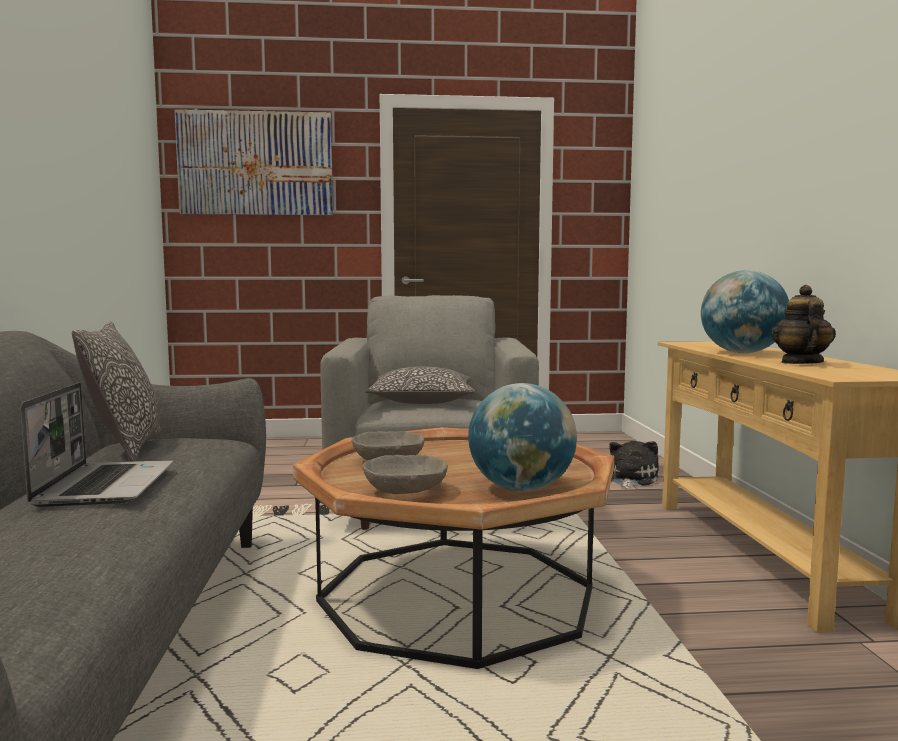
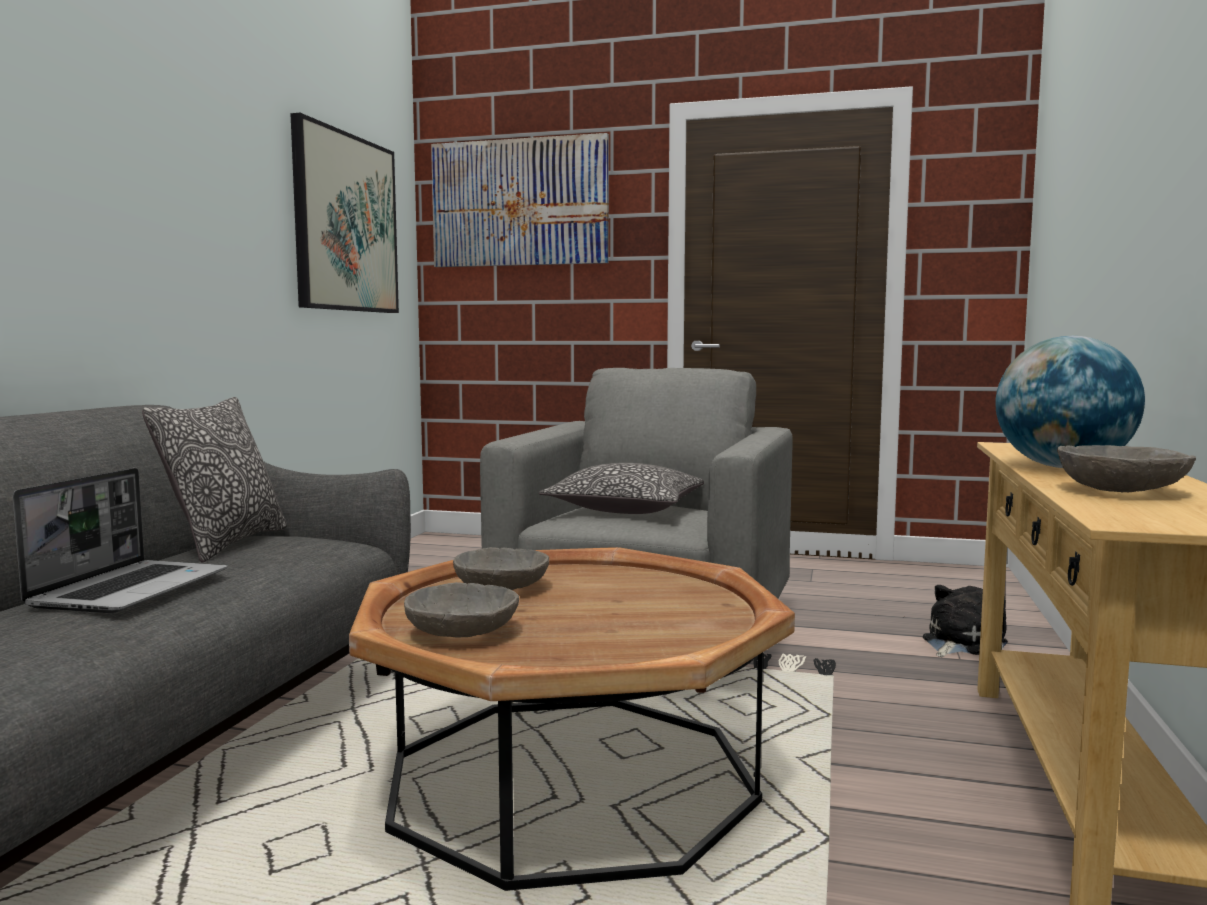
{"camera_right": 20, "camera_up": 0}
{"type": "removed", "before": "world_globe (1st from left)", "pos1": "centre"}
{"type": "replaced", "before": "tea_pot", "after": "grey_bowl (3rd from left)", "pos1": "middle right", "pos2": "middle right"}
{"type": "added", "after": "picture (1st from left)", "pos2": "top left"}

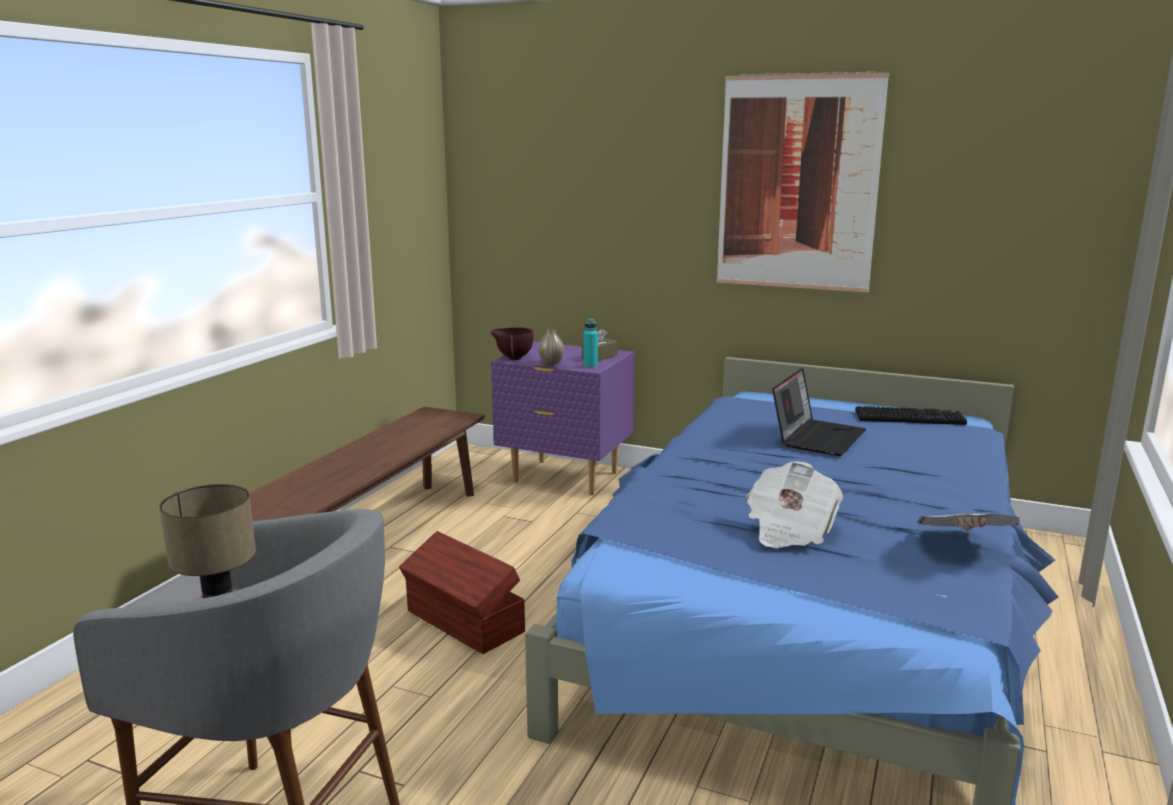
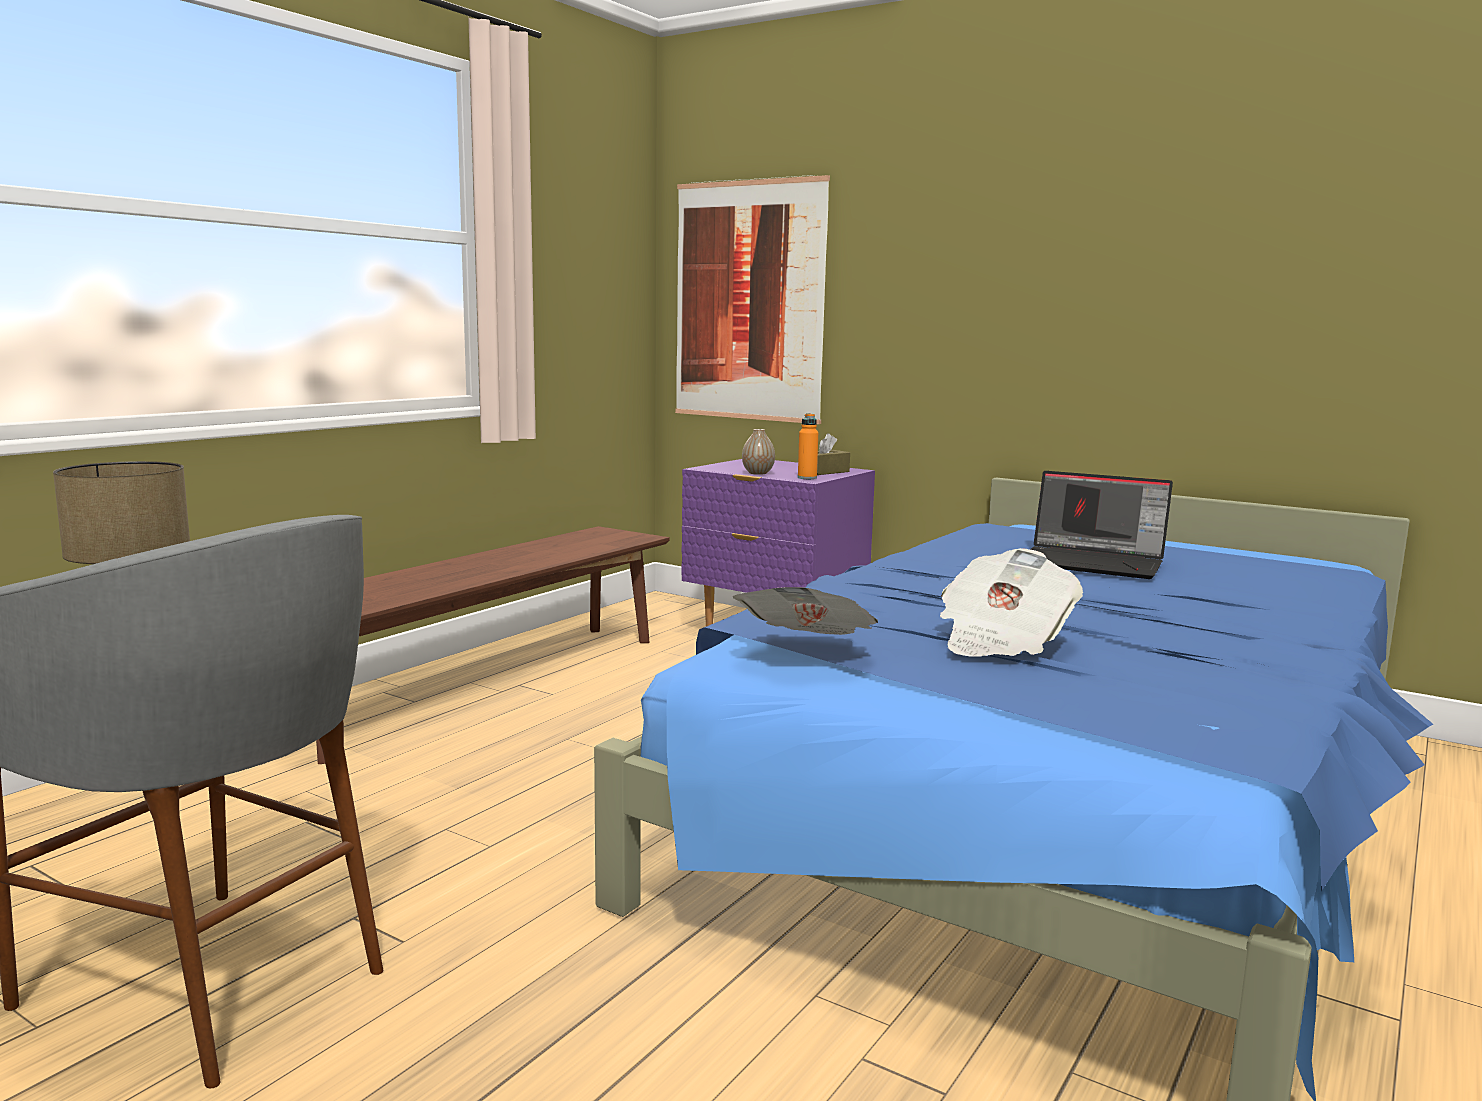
{"camera_right": 10, "camera_up": -5}
{"type": "removed", "before": "brownish_storage_box", "pos1": "bottom centre"}
{"type": "removed", "before": "brownish_bowl", "pos1": "centre"}
{"type": "recoloured", "before": "turquoise-coloured_drink_bottle", "after": "orangey_drink_bottle", "pos1": "centre", "pos2": "centre"}
{"type": "moved", "before": "picture", "pos1": "top right", "pos2": "top centre"}
{"type": "turned", "before": "notebook_computer", "pos1": "middle right", "pos2": "middle right", "turn": 75}
{"type": "removed", "before": "keyboard", "pos1": "middle right"}
{"type": "moved", "before": "printed_paper (2nd from left in the first image)", "after": "printed_paper (1st from left)", "pos1": "middle right", "pos2": "centre"}

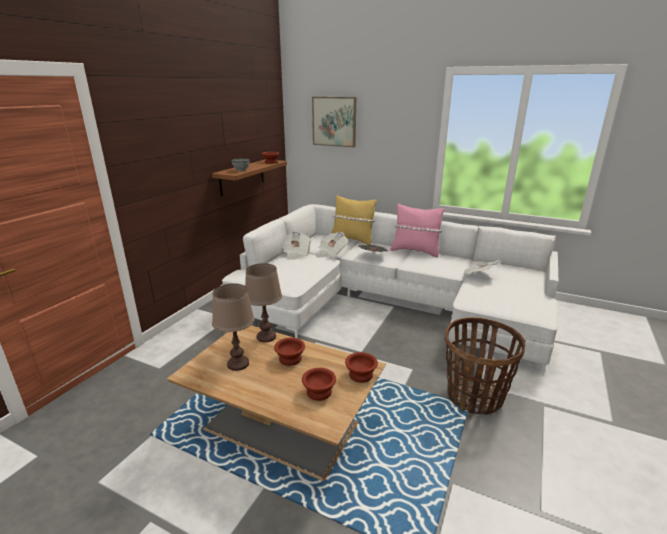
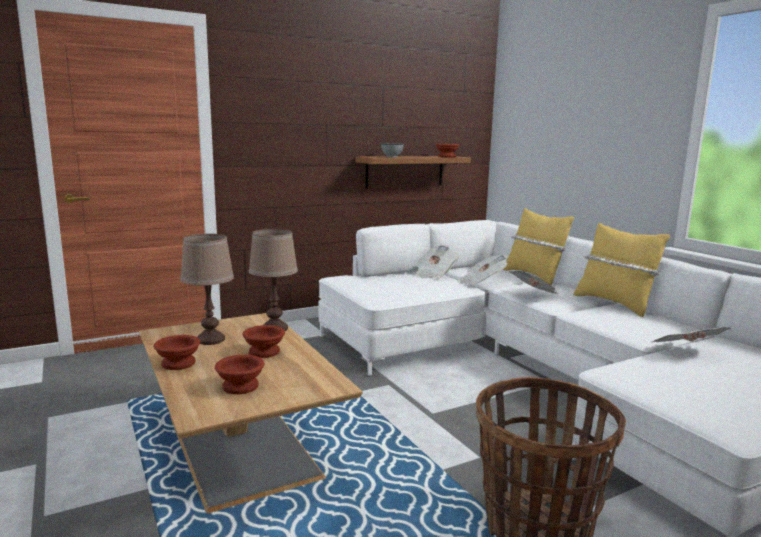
{"camera_right": 35, "camera_up": -10}
{"type": "removed", "before": "picture", "pos1": "top centre"}
{"type": "moved", "before": "brownish_bowl (4th from left in the first image)", "after": "brownish_bowl (1st from left)", "pos1": "bottom centre", "pos2": "middle left"}
{"type": "recoloured", "before": "pink_pillow", "after": "yellowish_pillow (2nd from left)", "pos1": "centre", "pos2": "middle right"}

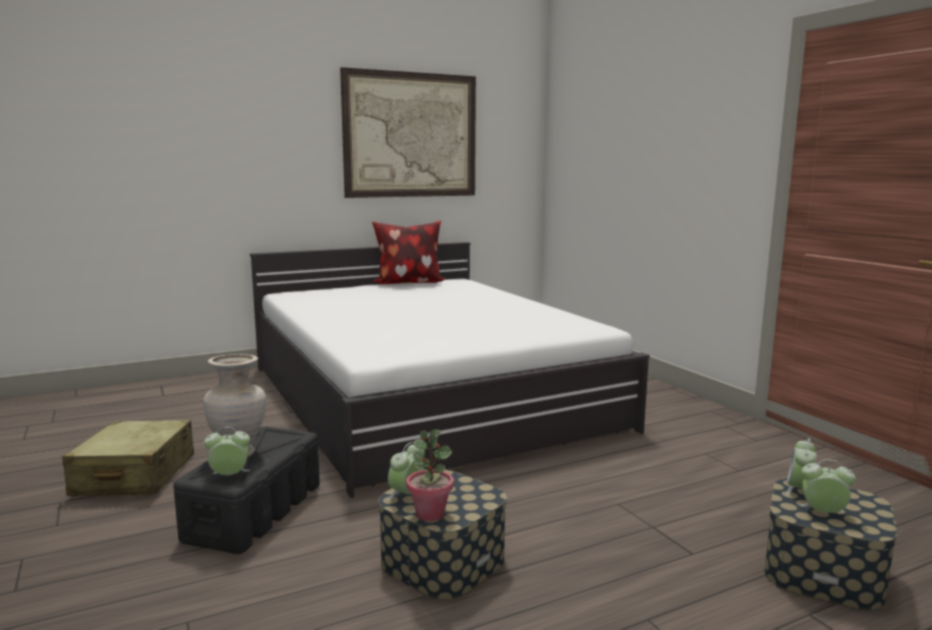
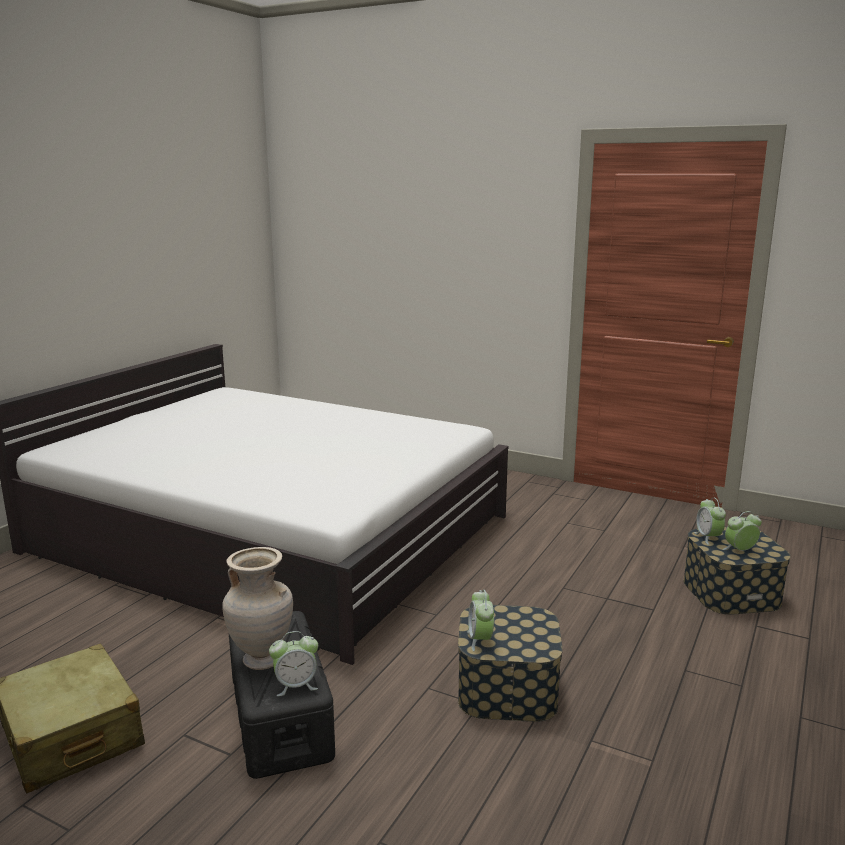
{"camera_right": -35, "camera_up": 5}
{"type": "turned", "before": "table_clock (1st from left)", "pos1": "bottom left", "pos2": "bottom centre", "turn": -150}
{"type": "removed", "before": "picture", "pos1": "top centre"}
{"type": "removed", "before": "pillow", "pos1": "centre"}
{"type": "removed", "before": "houseplant", "pos1": "bottom centre"}

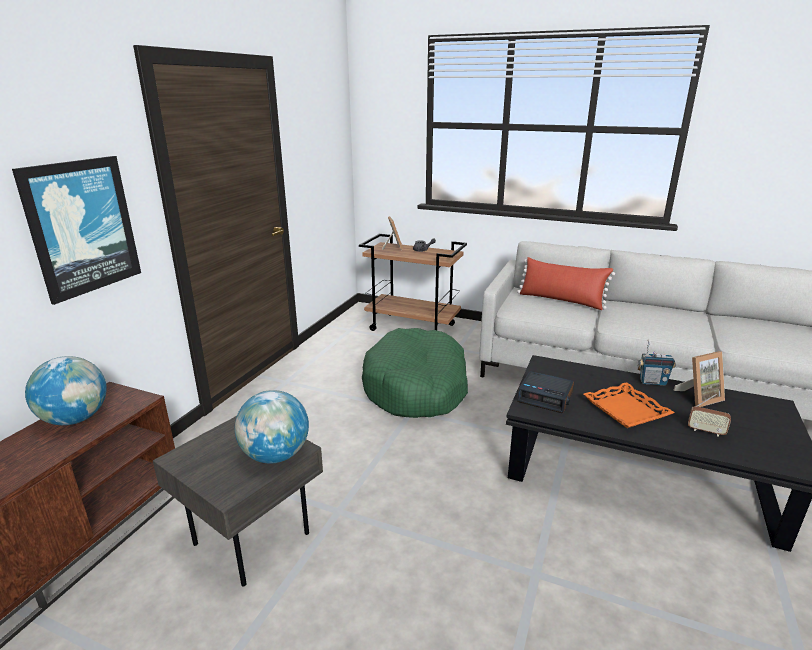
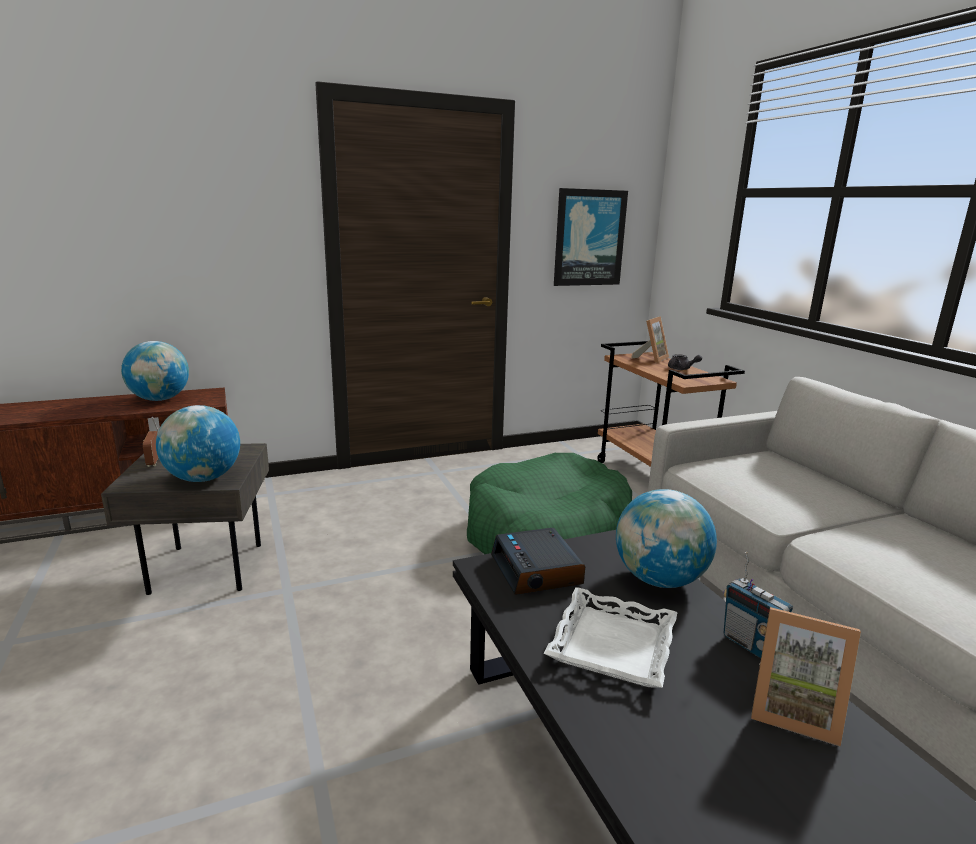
{"camera_right": 45, "camera_up": -5}
{"type": "moved", "before": "picture", "pos1": "middle left", "pos2": "top centre"}
{"type": "removed", "before": "red-coloured_pillow", "pos1": "middle right"}
{"type": "recoloured", "before": "orangey_tray", "after": "whitish_tray", "pos1": "middle right", "pos2": "bottom centre"}
{"type": "moved", "before": "radio_receiver (2nd from left in the first image)", "after": "radio_receiver (1st from left)", "pos1": "middle right", "pos2": "middle left"}
{"type": "added", "after": "world_globe (3rd from left)", "pos2": "middle right"}

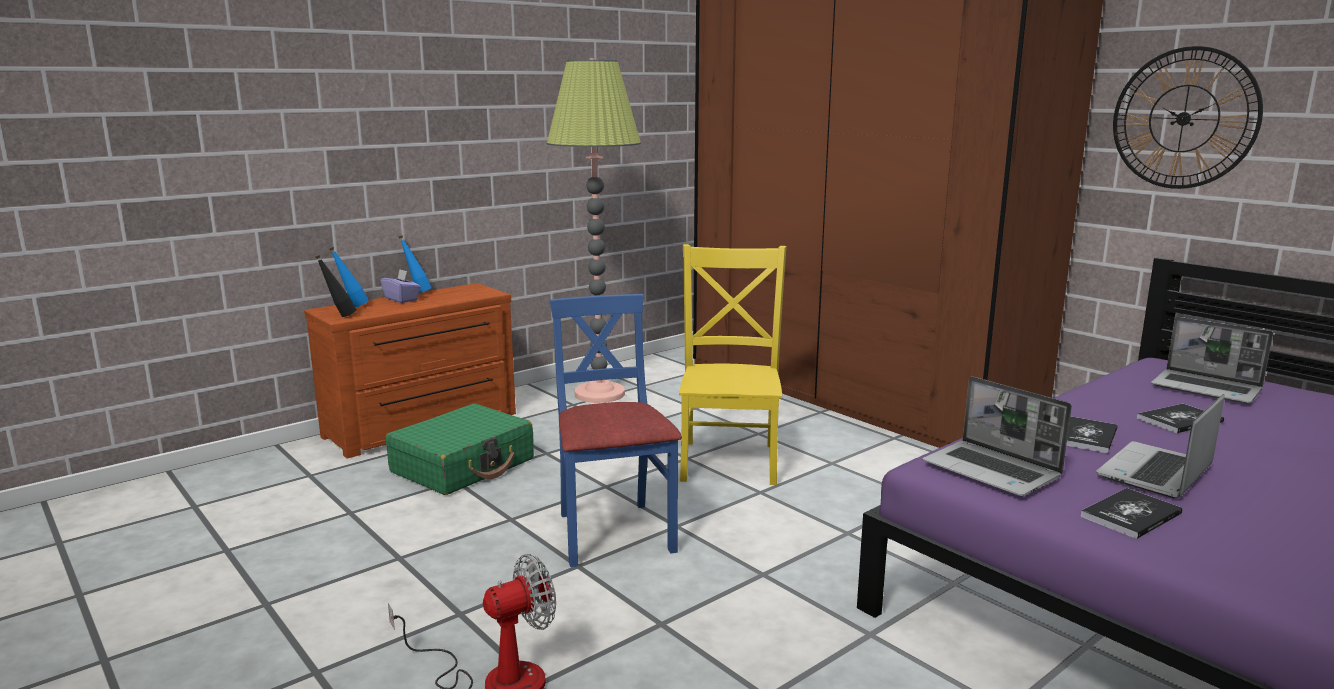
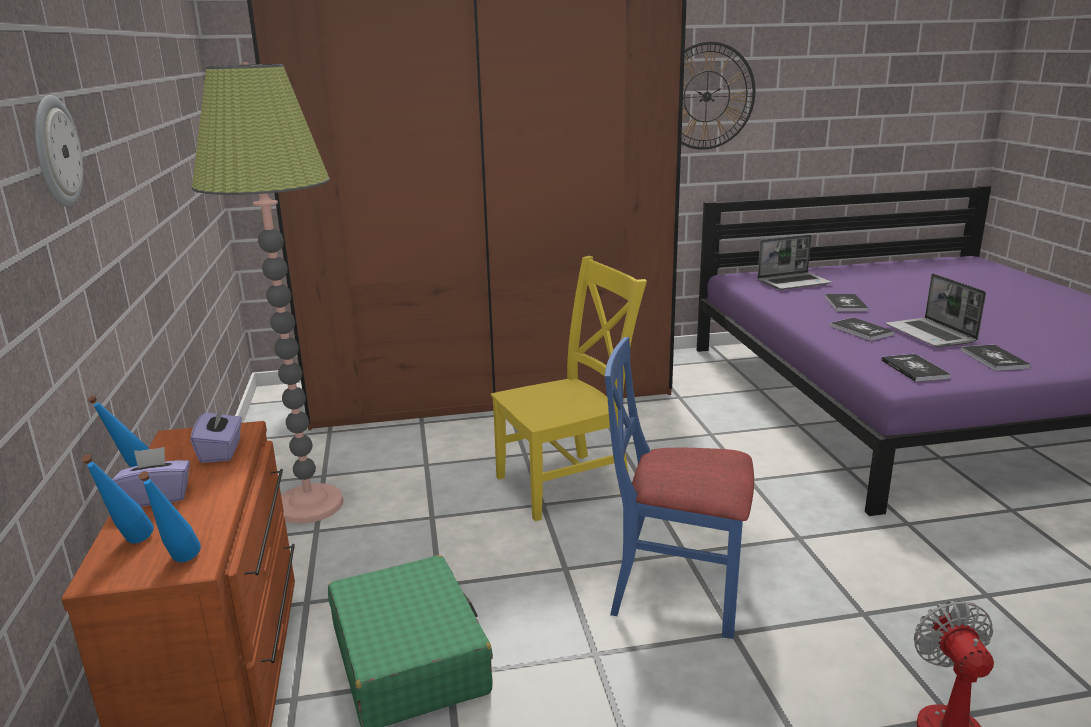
{"camera_right": -60, "camera_up": 5}
{"type": "recoloured", "before": "black-coloured_drink_bottle", "after": "blue_drink_bottle (3rd from left)", "pos1": "middle left", "pos2": "bottom left"}
{"type": "turned", "before": "yellowish_chair", "pos1": "centre", "pos2": "centre", "turn": 120}
{"type": "replaced", "before": "notebook_computer (1st from left)", "after": "volume (3rd from left)", "pos1": "middle right", "pos2": "middle right"}
{"type": "added", "after": "clock_on_the_wall (1st from left)", "pos2": "top left"}
{"type": "added", "after": "purple-coloured_tissue_holder (2nd from left)", "pos2": "middle left"}

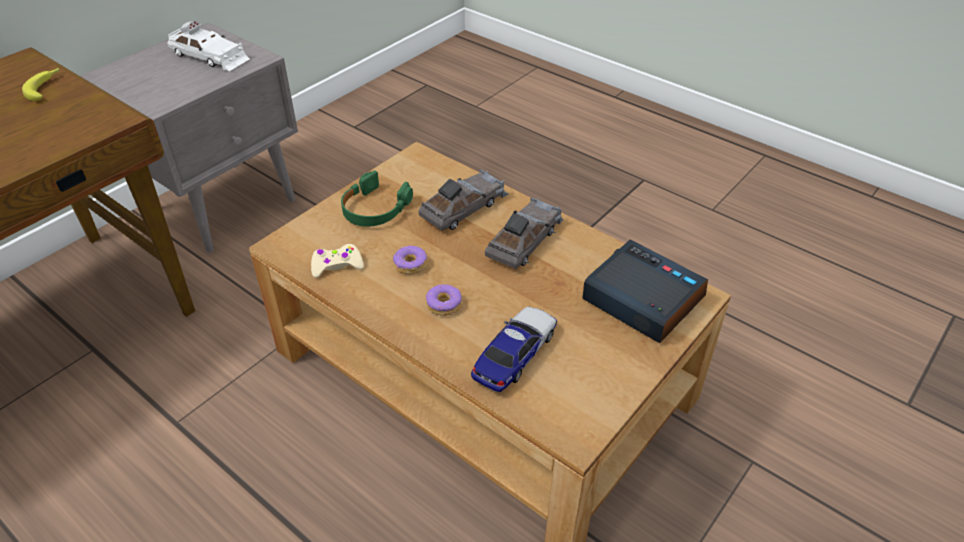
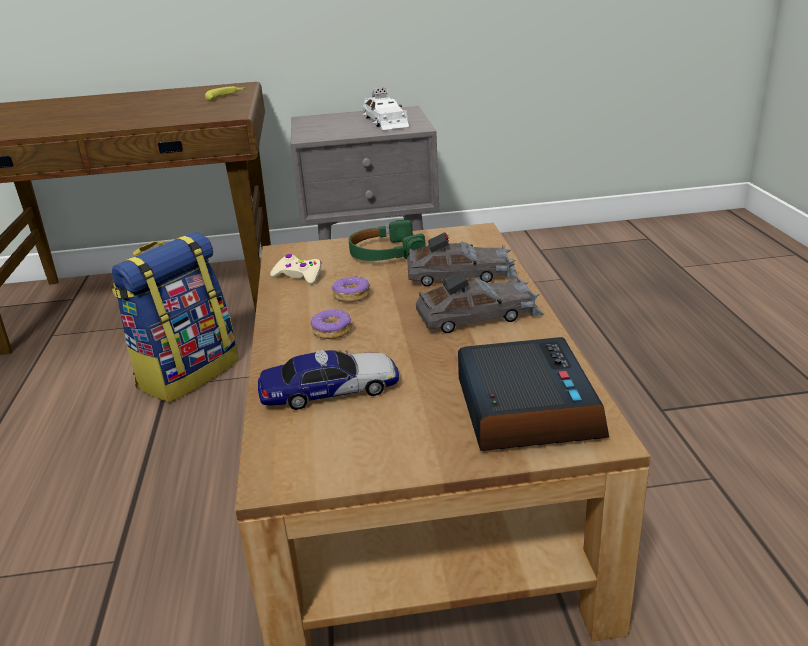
{"camera_right": 45, "camera_up": -15}
{"type": "added", "after": "knapsack", "pos2": "middle left"}

